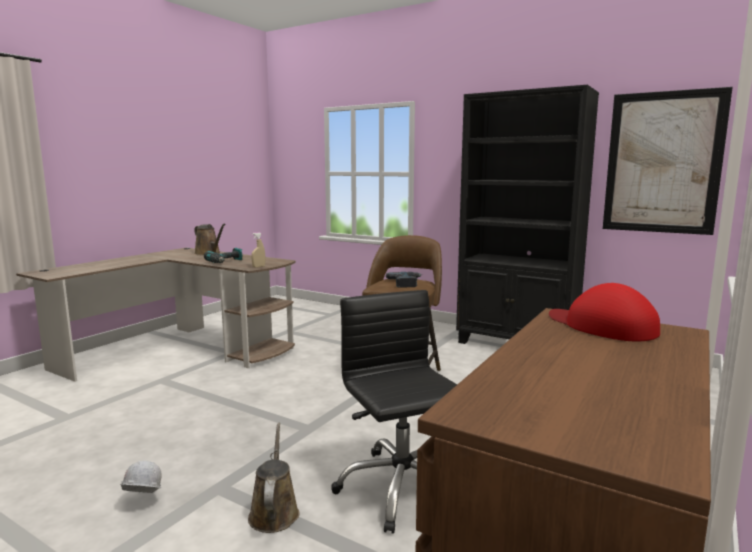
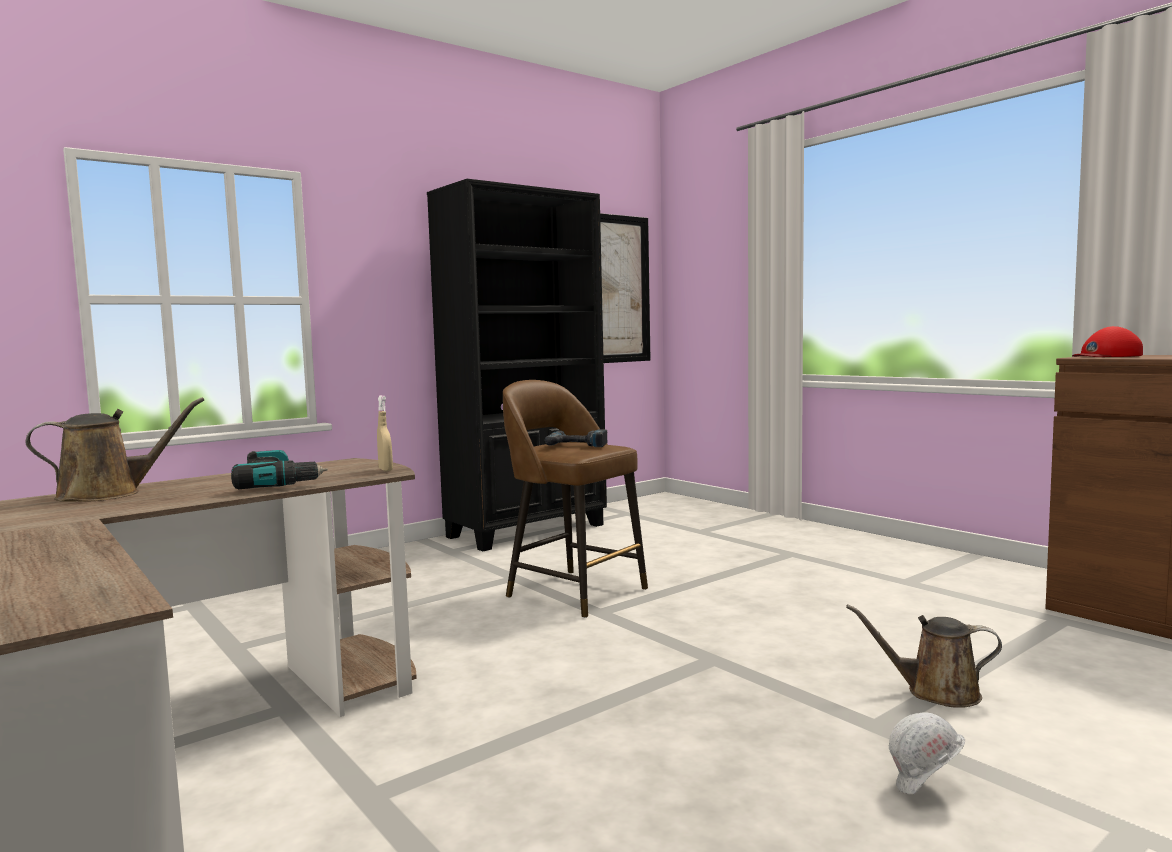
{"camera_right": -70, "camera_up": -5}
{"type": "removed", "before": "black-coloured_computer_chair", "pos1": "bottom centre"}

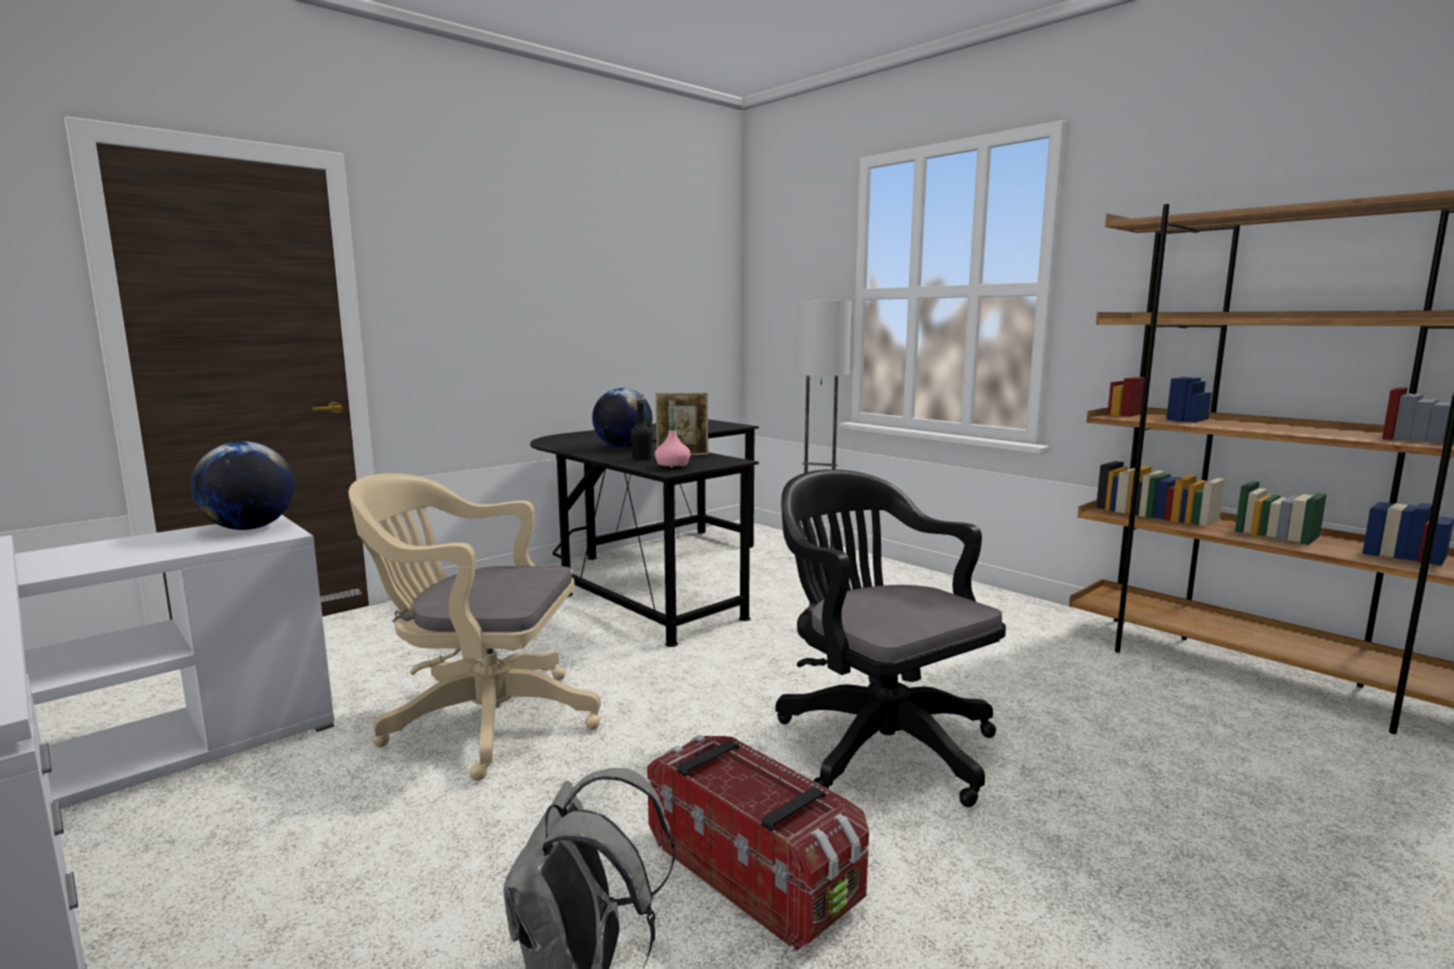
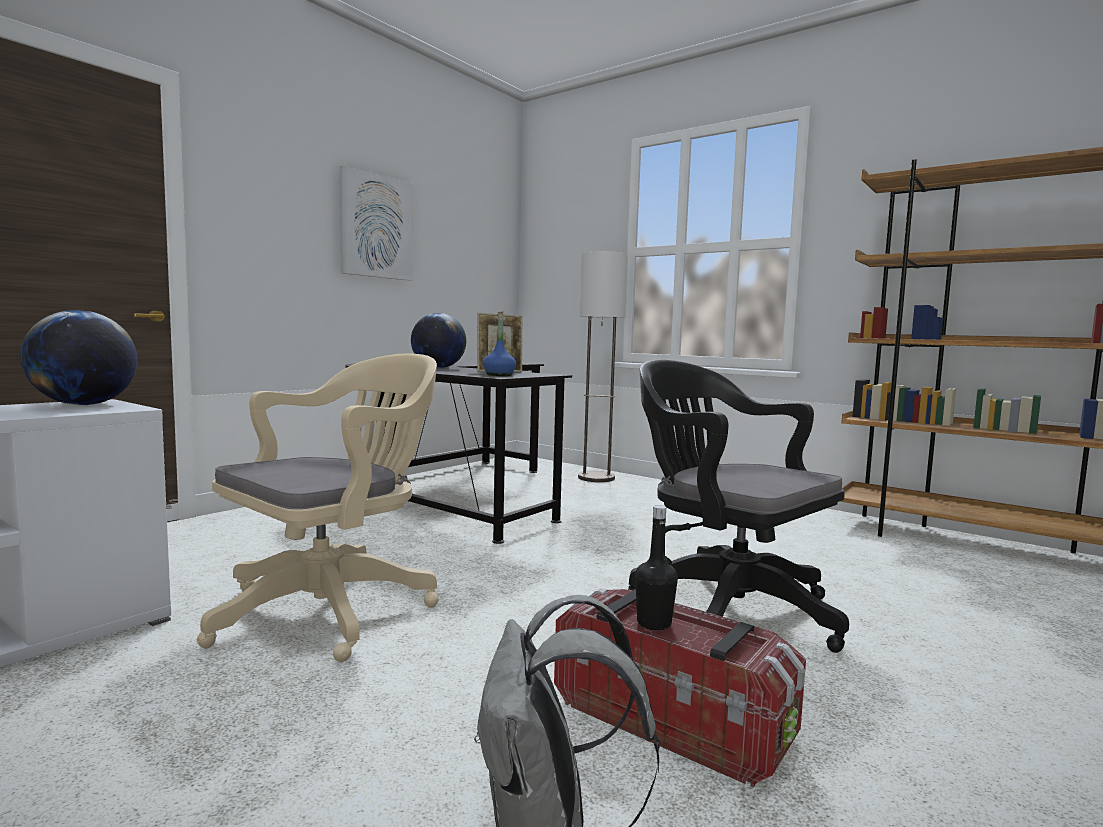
{"camera_right": -10, "camera_up": -5}
{"type": "turned", "before": "beige_computer_chair", "pos1": "middle left", "pos2": "middle left", "turn": 135}
{"type": "moved", "before": "black-coloured_drink_bottle", "pos1": "centre", "pos2": "bottom centre"}
{"type": "recoloured", "before": "pink_drink_bottle", "after": "blue_drink_bottle", "pos1": "centre", "pos2": "centre"}
{"type": "added", "after": "picture", "pos2": "top centre"}

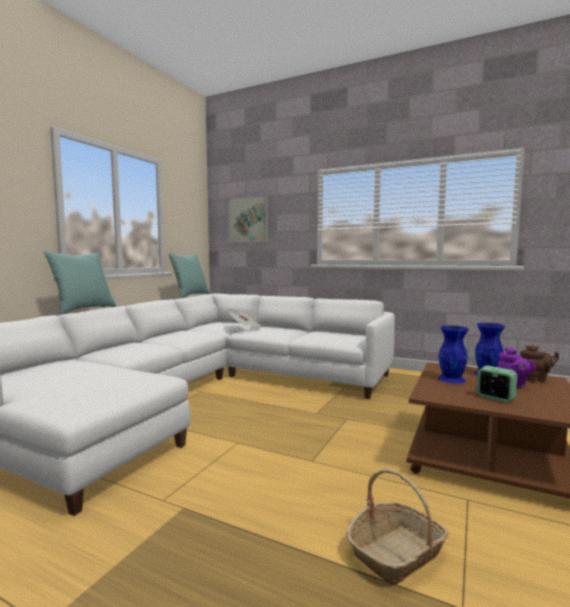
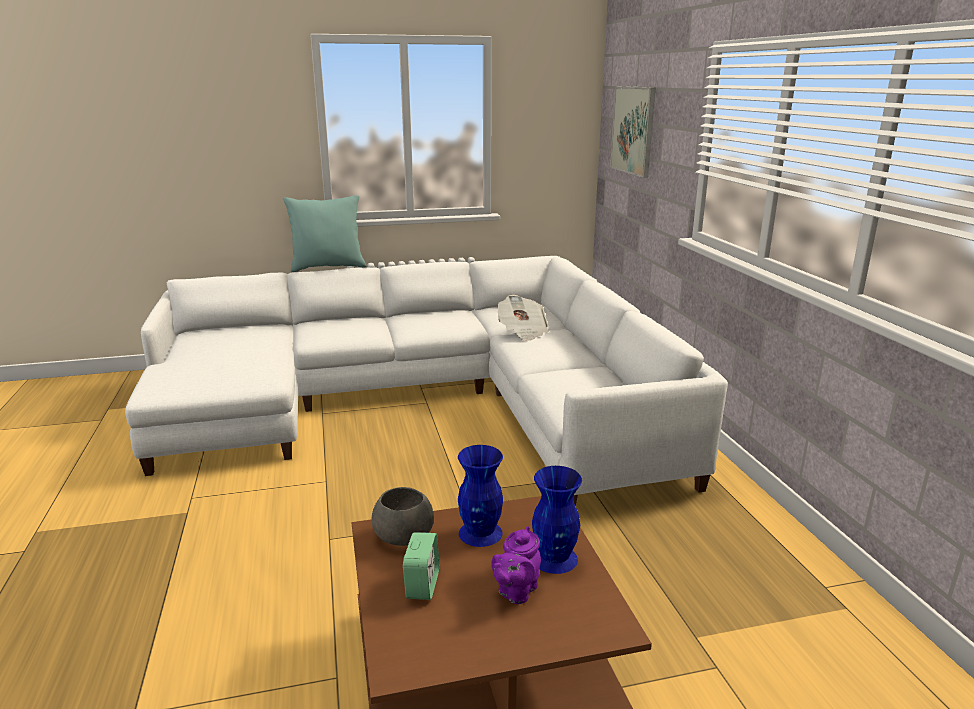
{"camera_right": 50, "camera_up": 15}
{"type": "removed", "before": "turquoise-coloured_pillow (2nd from left)", "pos1": "middle left"}
{"type": "removed", "before": "household_basket", "pos1": "bottom right"}
{"type": "removed", "before": "brownish_tea_pot", "pos1": "middle right"}
{"type": "added", "after": "grey_bowl", "pos2": "bottom centre"}

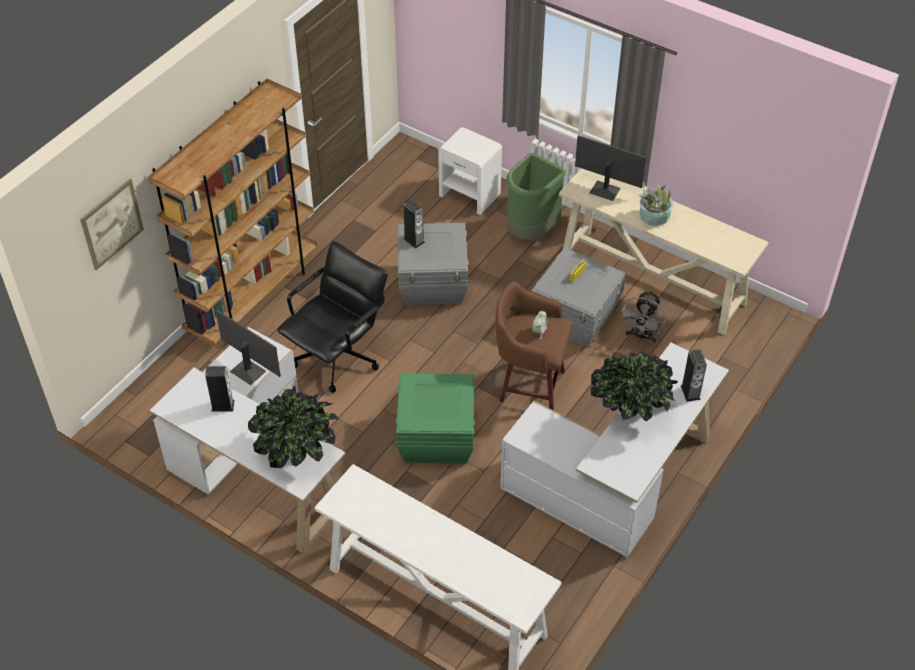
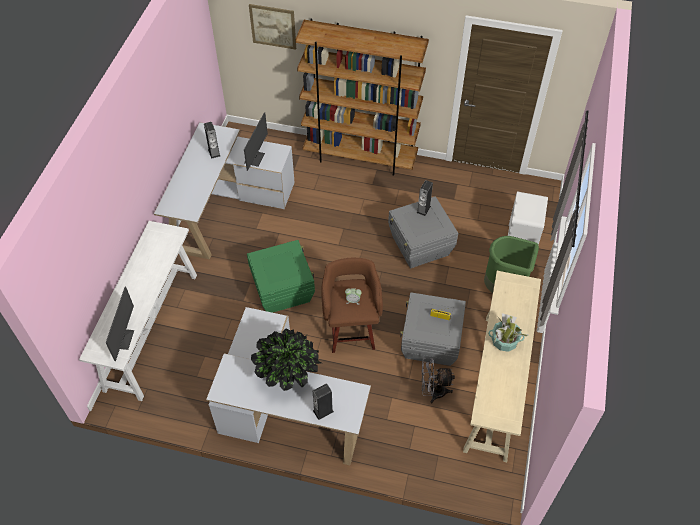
{"camera_right": 70, "camera_up": 5}
{"type": "removed", "before": "houseplant (1st from left)", "pos1": "middle left"}
{"type": "removed", "before": "black-coloured_computer_chair", "pos1": "centre"}
{"type": "moved", "before": "computer_screen (2nd from left in the first image)", "after": "computer_screen (1st from left)", "pos1": "top right", "pos2": "middle left"}

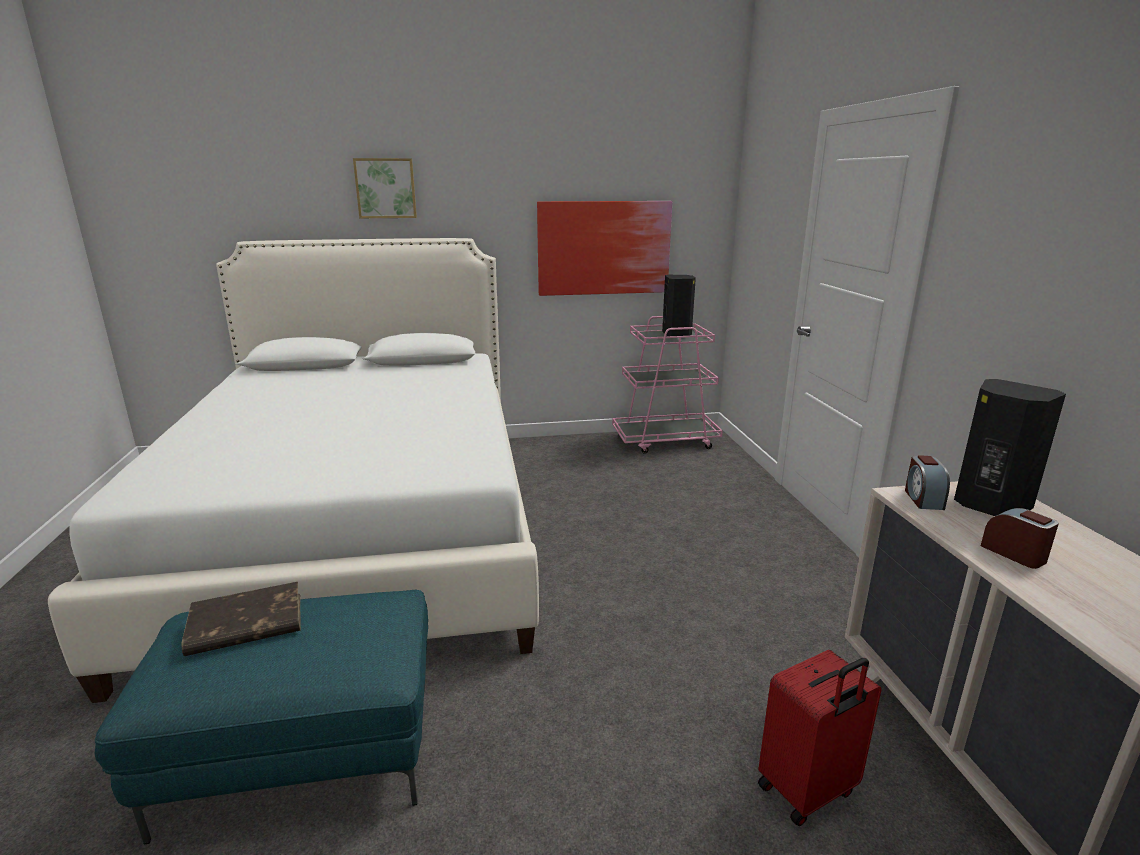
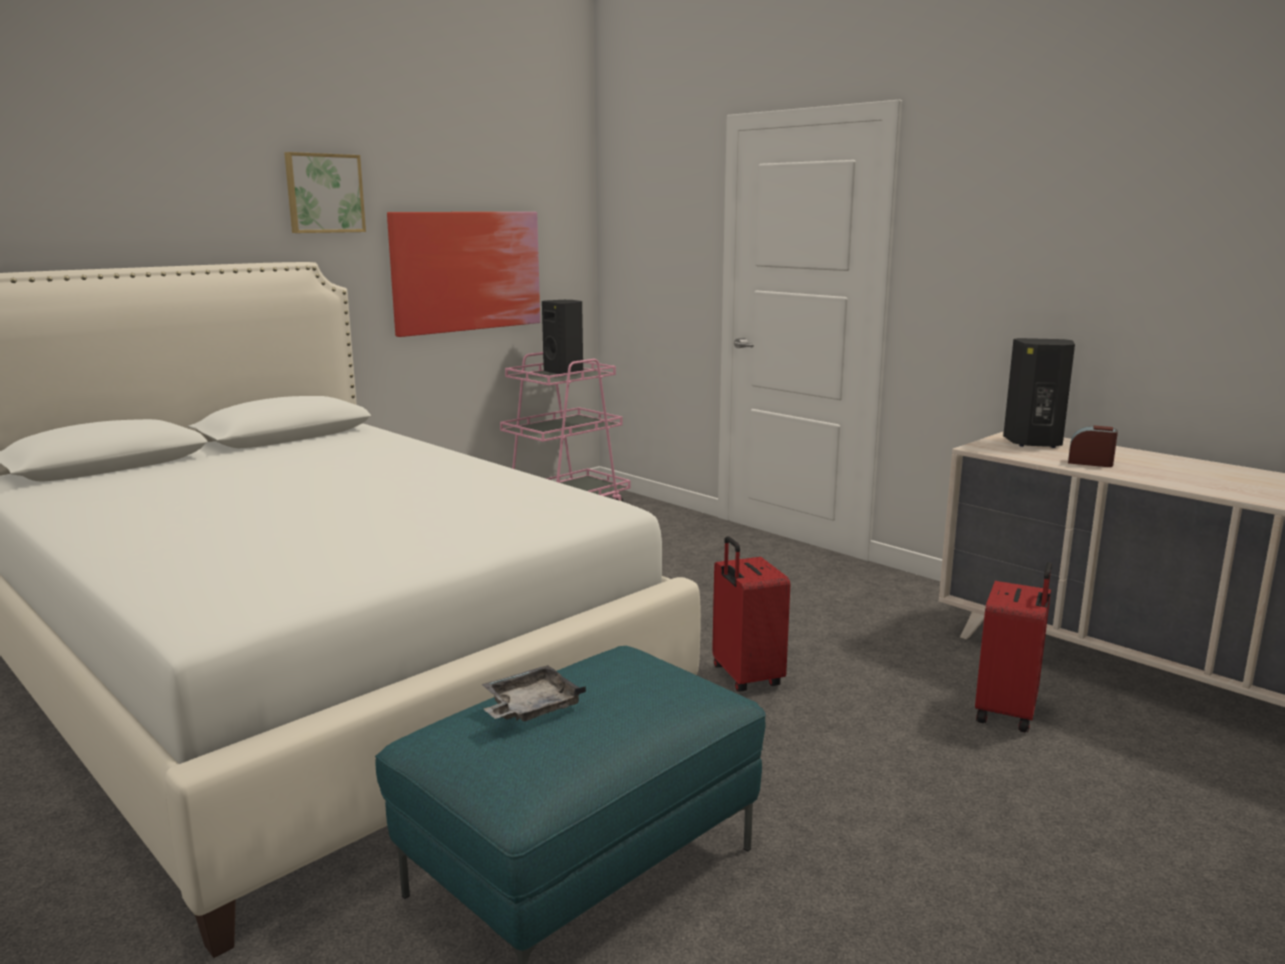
{"camera_right": -35, "camera_up": -5}
{"type": "replaced", "before": "brownish_volume", "after": "grey_tray", "pos1": "bottom left", "pos2": "bottom centre"}
{"type": "moved", "before": "picture (1st from left)", "pos1": "top centre", "pos2": "top left"}
{"type": "removed", "before": "table_clock (1st from left)", "pos1": "middle right"}
{"type": "added", "after": "red-coloured_piece_of_luggage (1st from left)", "pos2": "centre"}

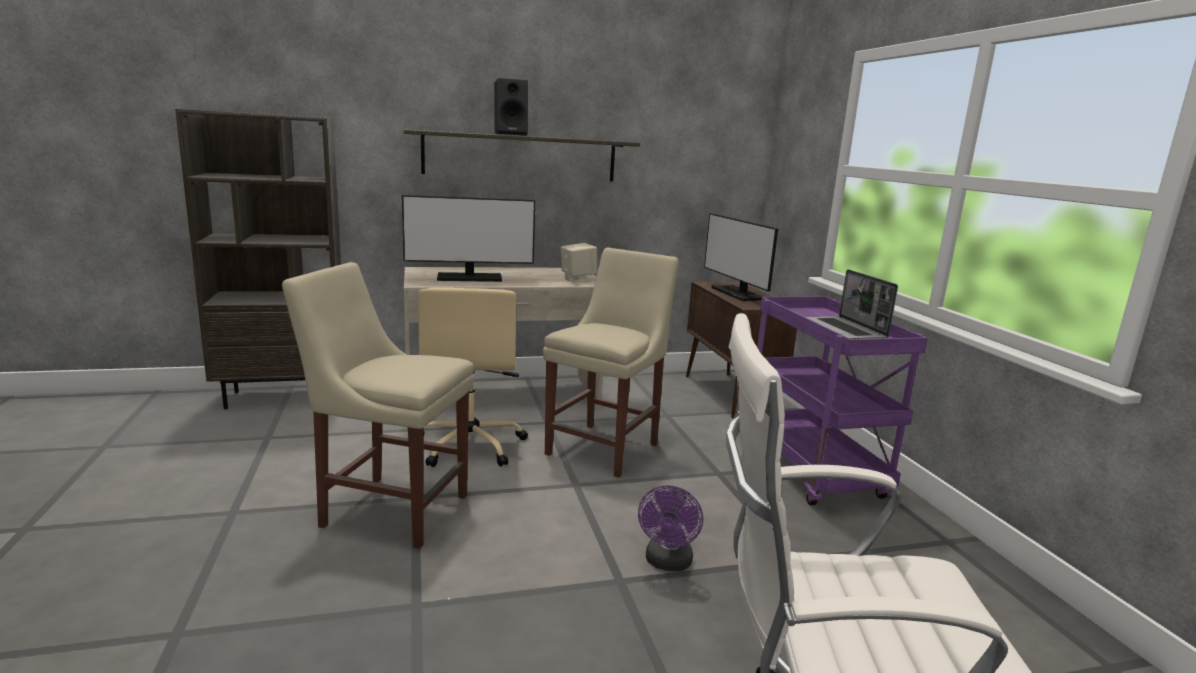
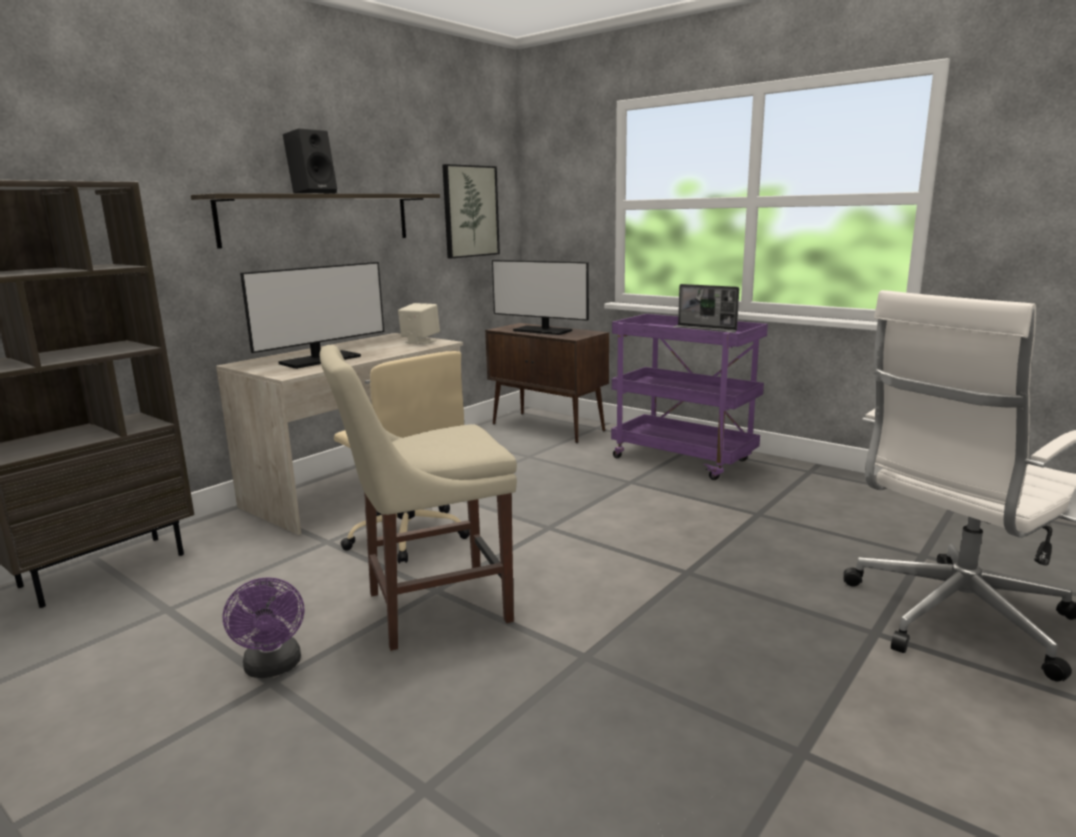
{"camera_right": -35, "camera_up": 0}
{"type": "removed", "before": "beige_chair (2nd from left)", "pos1": "centre"}
{"type": "moved", "before": "purple-coloured_electric_fan", "pos1": "bottom centre", "pos2": "bottom left"}
{"type": "added", "after": "picture", "pos2": "top centre"}

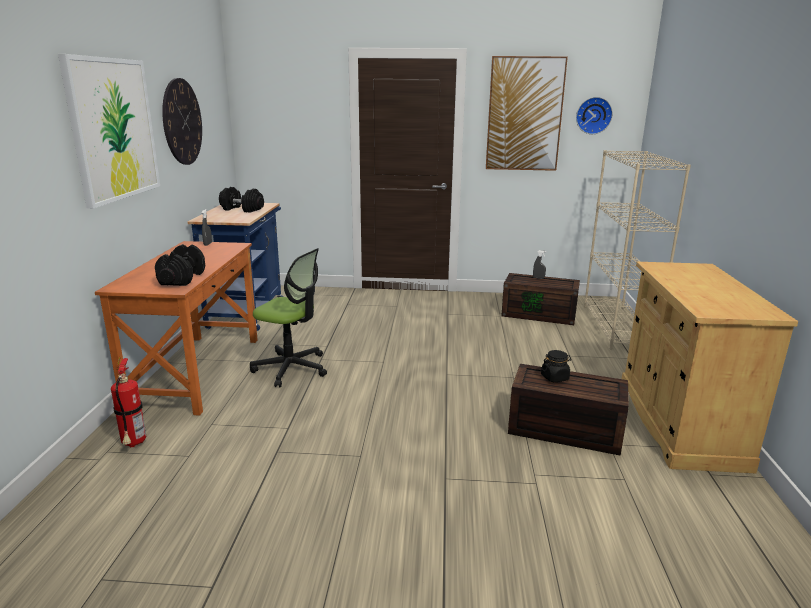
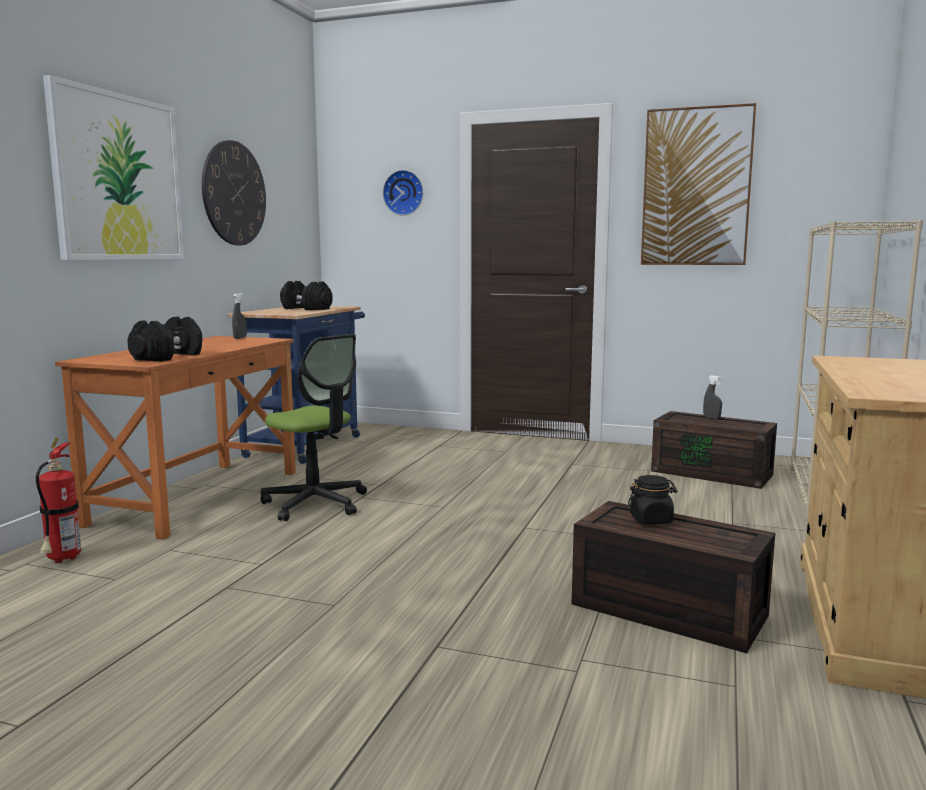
{"camera_right": 15, "camera_up": -10}
{"type": "moved", "before": "clock_on_the_wall (2nd from left)", "pos1": "top right", "pos2": "top centre"}

